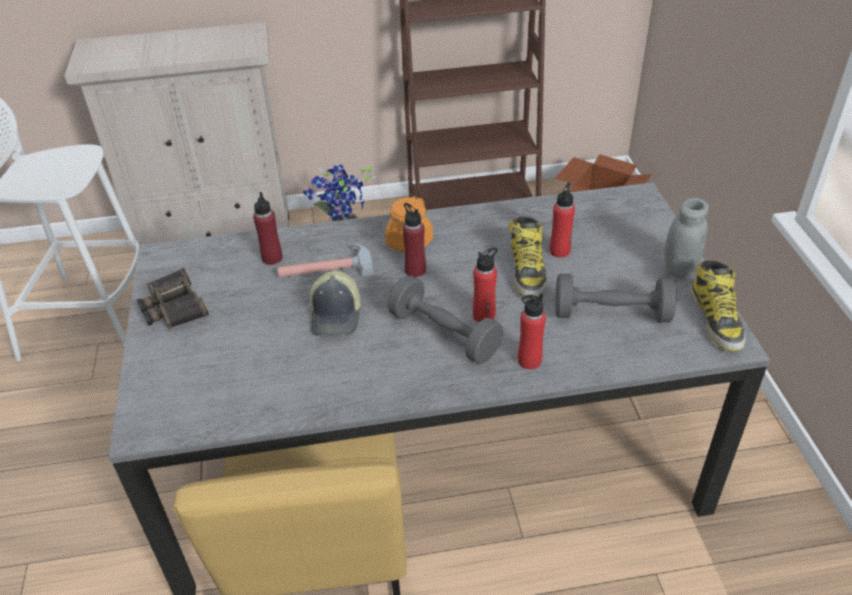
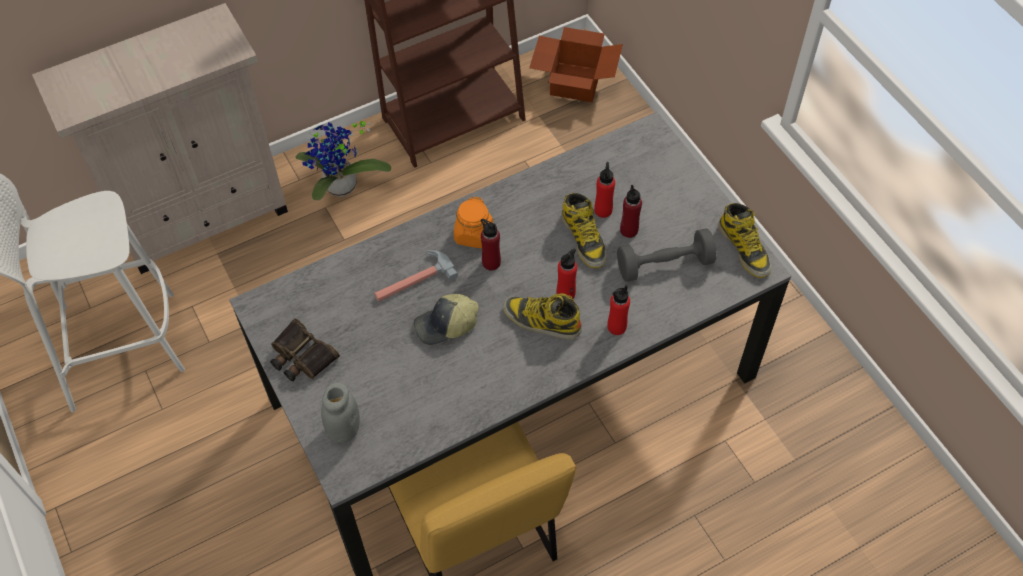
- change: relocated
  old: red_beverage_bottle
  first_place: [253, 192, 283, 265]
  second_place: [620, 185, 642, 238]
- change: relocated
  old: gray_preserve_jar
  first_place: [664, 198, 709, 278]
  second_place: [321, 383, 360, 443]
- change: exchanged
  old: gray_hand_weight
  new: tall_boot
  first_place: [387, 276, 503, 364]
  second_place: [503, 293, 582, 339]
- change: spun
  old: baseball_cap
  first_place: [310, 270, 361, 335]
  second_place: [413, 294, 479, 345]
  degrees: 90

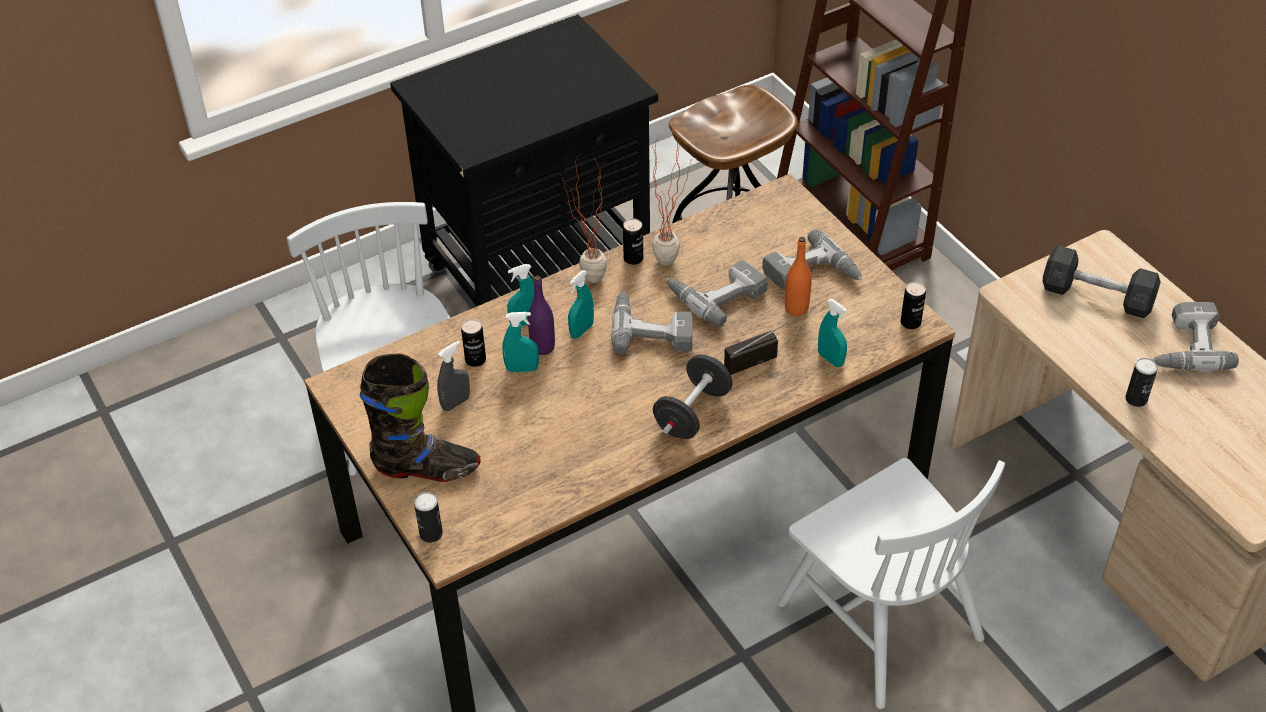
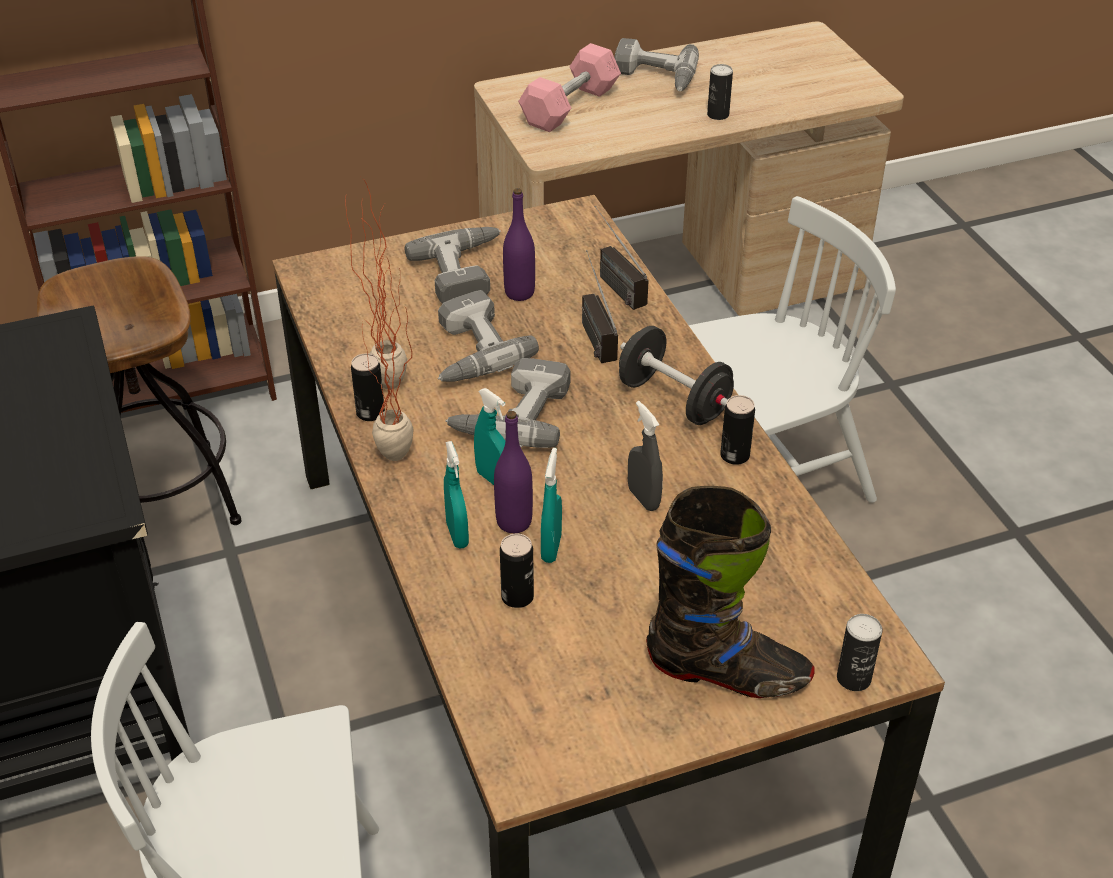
- change: relocated
  old: gray_hand_sprayer
  first_place: [437, 341, 470, 411]
  second_place: [628, 401, 663, 511]
- change: relocated
  old: metal_can
  first_place: [900, 282, 926, 329]
  second_place: [720, 395, 755, 465]
- change: exchanged
  old: turquoise_hand_sprayer
  new: radio_set
  first_place: [818, 299, 848, 367]
  second_place: [595, 206, 649, 310]
- change: colour
  old: orangey_beverage_bottle
  new: purple_beverage_bottle
  first_place: [785, 237, 812, 316]
  second_place: [503, 188, 535, 301]
- change: colour
  old: gray_hand_weight
  new: pink_hand_weight
  first_place: [1043, 245, 1161, 318]
  second_place: [518, 43, 621, 132]
- change: spun
  old: black_tall_boot
  first_place: [360, 354, 480, 482]
  second_place: [646, 486, 814, 698]
  degrees: 90

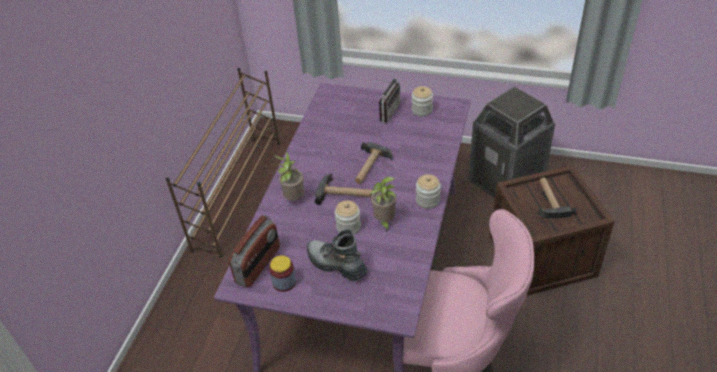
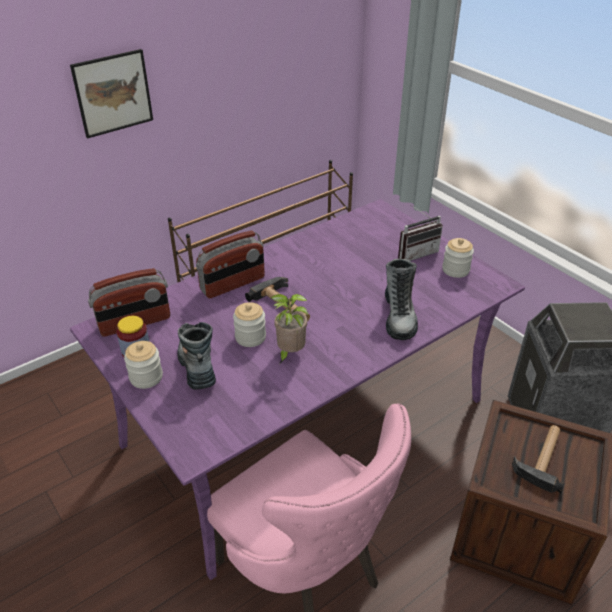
- change: missing
  old: hammer
  first_place: [355, 142, 392, 184]
- change: appeared
  new: wall_picture
  second_place: [70, 49, 153, 138]
- change: appeared
  new: tall_boot
  second_place: [385, 259, 418, 340]
- change: relocated
  old: preserve_jar
  first_place: [416, 174, 441, 209]
  second_place: [124, 341, 163, 389]
- change: exchanged
  old: plant_in_a_pot
  new: radio_set
  first_place: [274, 151, 304, 201]
  second_place: [196, 230, 265, 298]

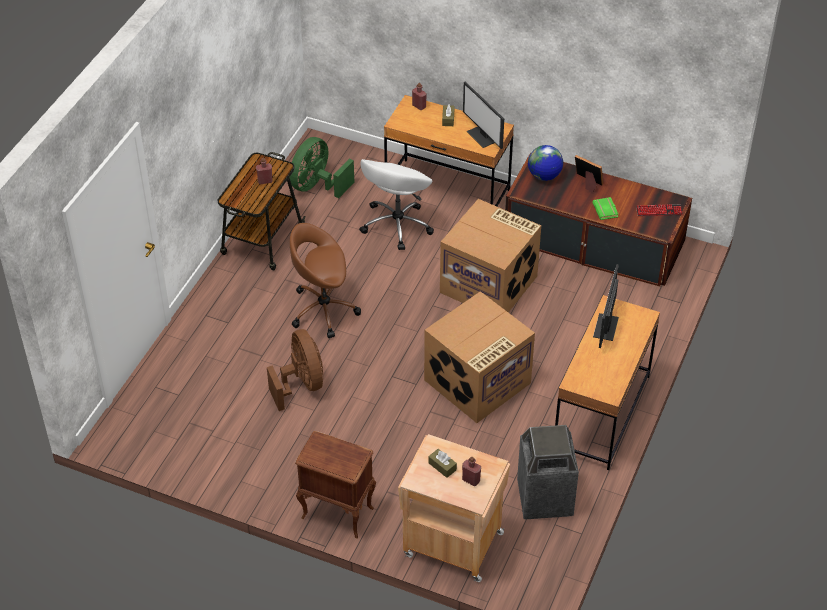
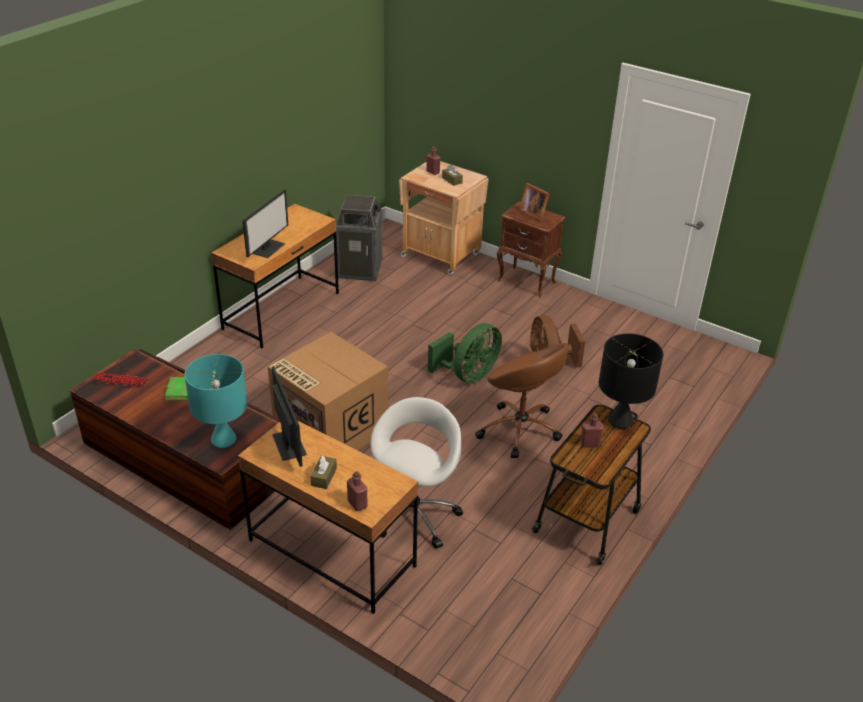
- change: missing
  old: cardboard_box
  first_place: [424, 291, 535, 423]
- change: appeared
  new: black_tabletop_lamp
  second_place: [599, 333, 663, 429]
- change: relocated
  old: greenish_electric_fan
  first_place: [289, 137, 354, 198]
  second_place: [428, 323, 502, 383]
- change: relocated
  old: standing_frame
  first_place: [575, 155, 603, 193]
  second_place: [519, 183, 549, 221]
- change: exchanged
  old: world_globe
  new: turquoise_tabletop_lamp
  first_place: [528, 145, 563, 181]
  second_place: [184, 354, 247, 448]
- change: spun
  old: brown-coloured_computer_chair
  first_place: [290, 223, 361, 338]
  second_place: [475, 343, 568, 458]
  degrees: 45

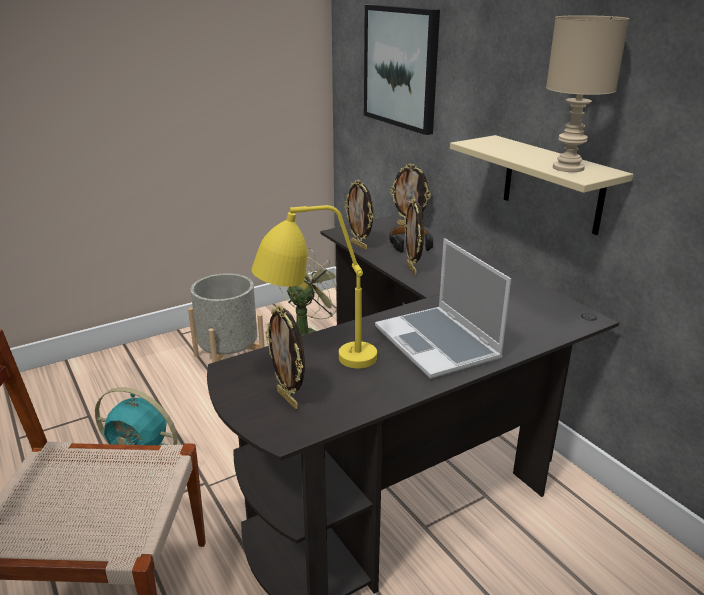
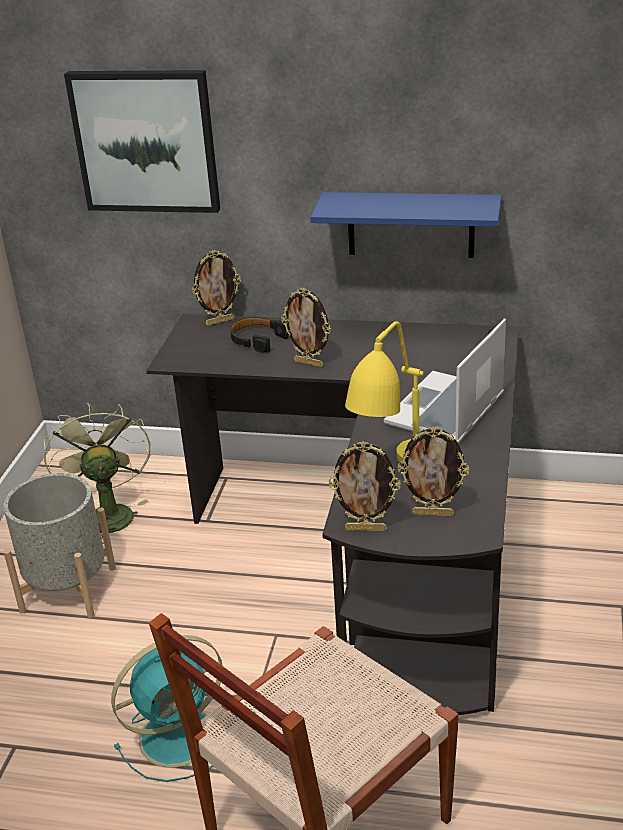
- change: missing
  old: beige-coloured_tabletop_lamp
  first_place: [546, 15, 629, 172]
- change: relocated
  old: standing_frame
  first_place: [344, 179, 373, 250]
  second_place: [329, 441, 401, 531]
- change: colour
  old: beige-coloured_wall_shelf
  new: bluish_wall_shelf
  first_place: [450, 135, 633, 235]
  second_place: [311, 192, 501, 258]
- change: spun
  old: notebook_computer
  first_place: [375, 238, 511, 379]
  second_place: [384, 318, 506, 443]
  degrees: 105

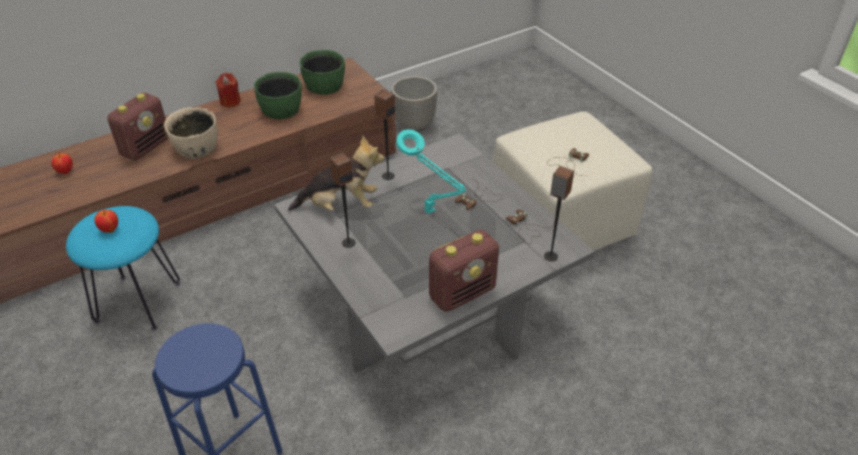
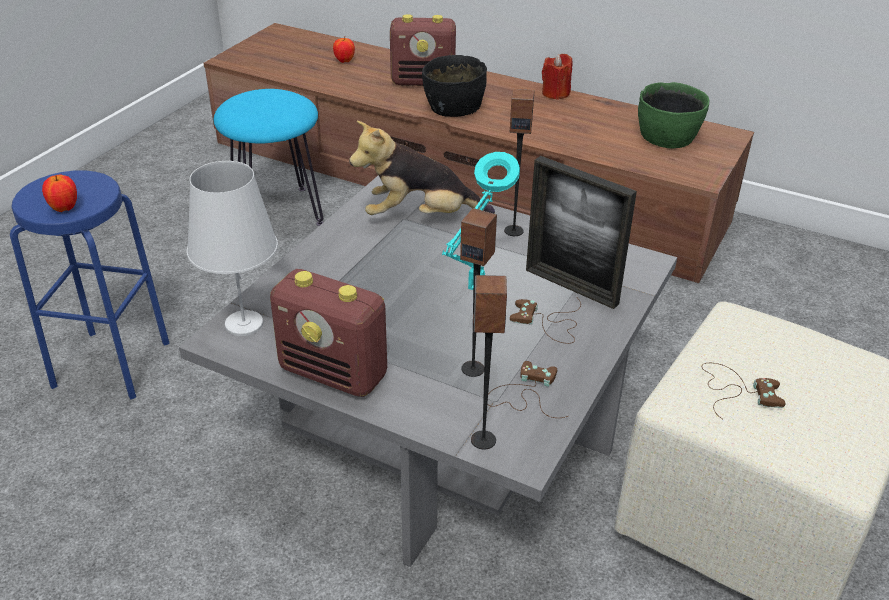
- change: missing
  old: greenish_deep_dish
  first_place: [254, 72, 302, 119]
- change: missing
  old: plant_pot
  first_place: [391, 76, 438, 132]
- change: appeared
  new: whitish_tabletop_lamp
  second_place: [187, 161, 278, 336]
- change: appeared
  new: standing_frame
  second_place: [526, 156, 637, 309]
- change: relocated
  old: whole_apple
  first_place: [94, 210, 118, 233]
  second_place: [42, 175, 77, 212]
- change: relocated
  old: audio_speaker
  first_place: [330, 152, 356, 248]
  second_place: [460, 208, 497, 377]
- change: colour
  old: beige-coloured_deep_dish
  new: black_deep_dish
  first_place: [164, 107, 218, 159]
  second_place: [422, 55, 487, 117]
- change: spun
  old: soft_toy
  first_place: [288, 135, 384, 211]
  second_place: [349, 121, 495, 215]
  degrees: 120

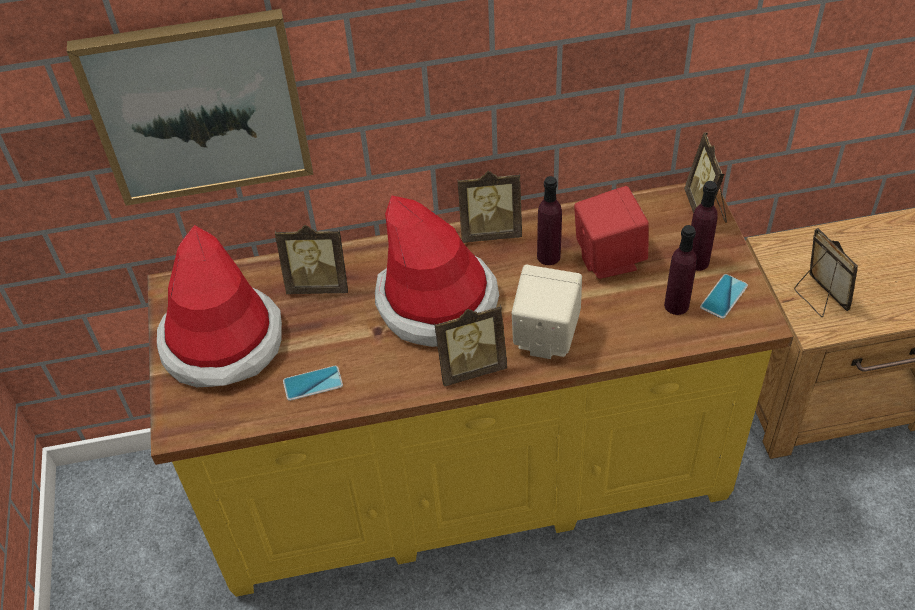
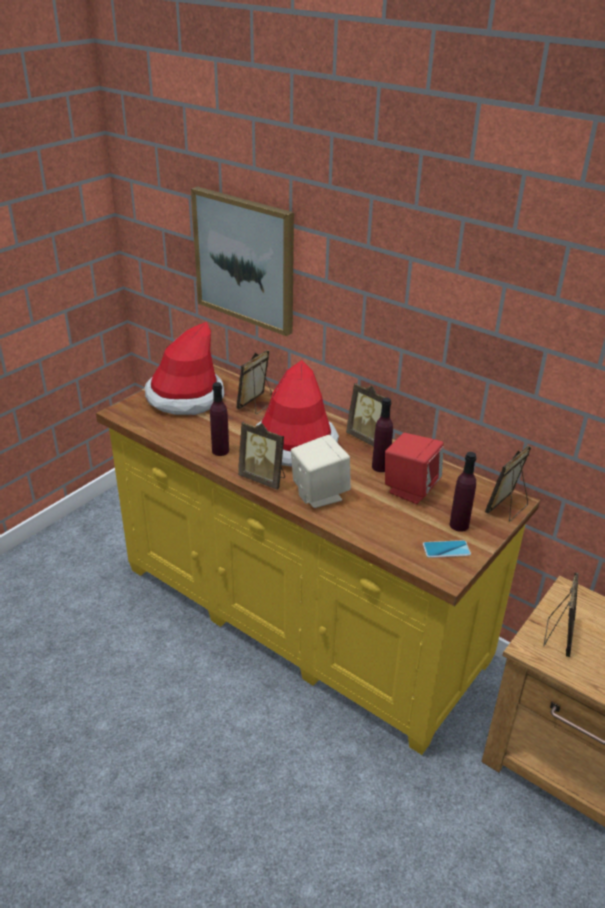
- change: missing
  old: phone
  first_place: [283, 366, 343, 401]
- change: relocated
  old: purple_beverage_bottle
  first_place: [664, 225, 697, 315]
  second_place: [210, 382, 229, 456]
- change: spun
  old: standing_frame
  first_place: [275, 225, 348, 294]
  second_place: [236, 350, 272, 414]
  degrees: 75

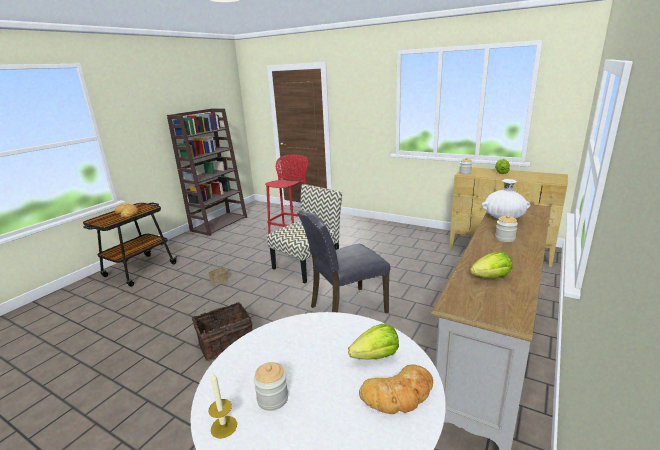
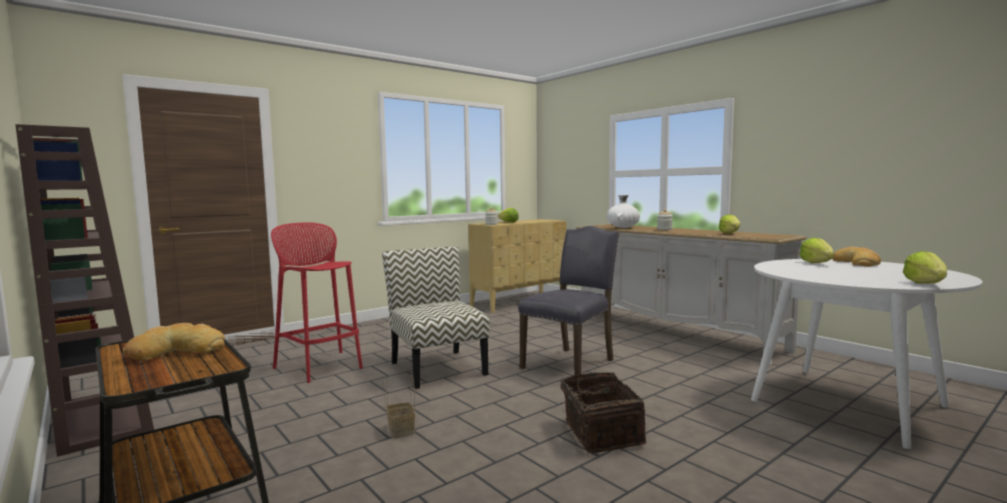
- change: missing
  old: preserve_jar
  first_place: [254, 362, 288, 411]
- change: exchanged
  old: wax_light
  new: lettuce
  first_place: [208, 373, 237, 439]
  second_place: [903, 251, 947, 284]
- change: spun
  old: gray_plain_chair
  first_place: [297, 210, 390, 313]
  second_place: [518, 226, 619, 376]
  degrees: -135

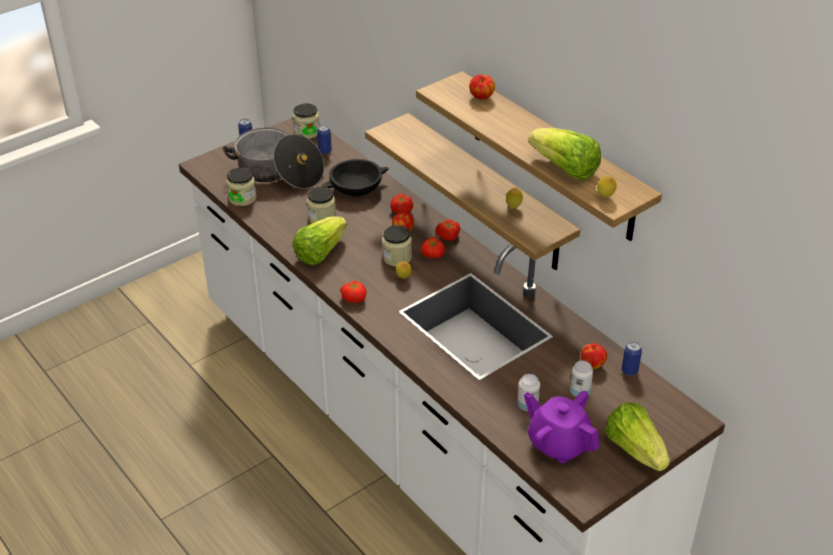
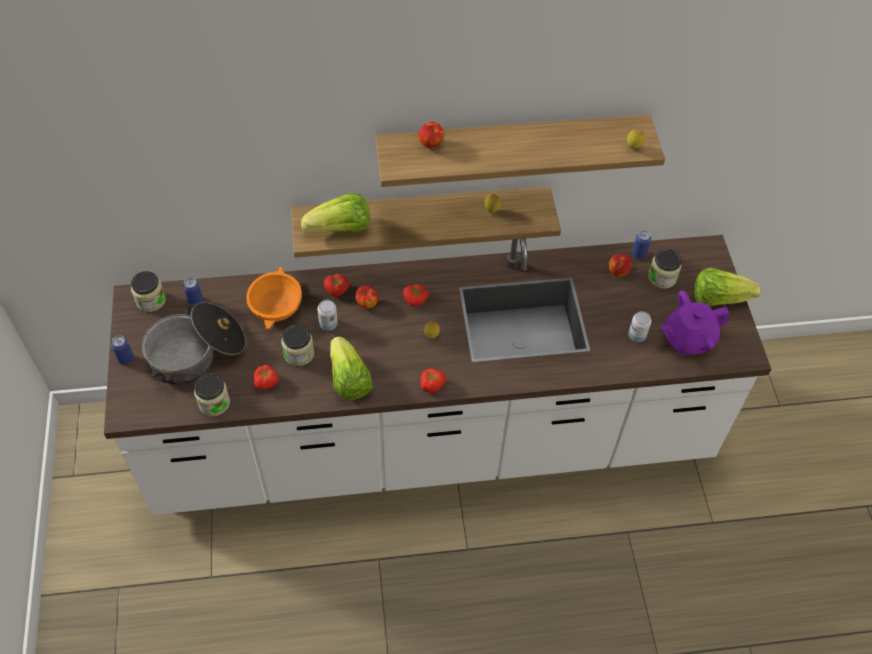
- change: relocated
  old: preserve_jar
  first_place: [382, 225, 412, 266]
  second_place: [648, 249, 682, 289]
- change: relocated
  old: whole_tomato
  first_place: [435, 219, 460, 240]
  second_place: [254, 364, 279, 390]
- change: relocated
  old: lettuce
  first_place: [528, 128, 601, 181]
  second_place: [301, 193, 370, 233]
- change: relocated
  old: metal_can
  first_place: [570, 361, 593, 397]
  second_place: [317, 300, 338, 331]
- change: colour
  old: black_deep_dish
  new: orangey_deep_dish
  first_place: [321, 159, 389, 197]
  second_place: [246, 266, 302, 330]

